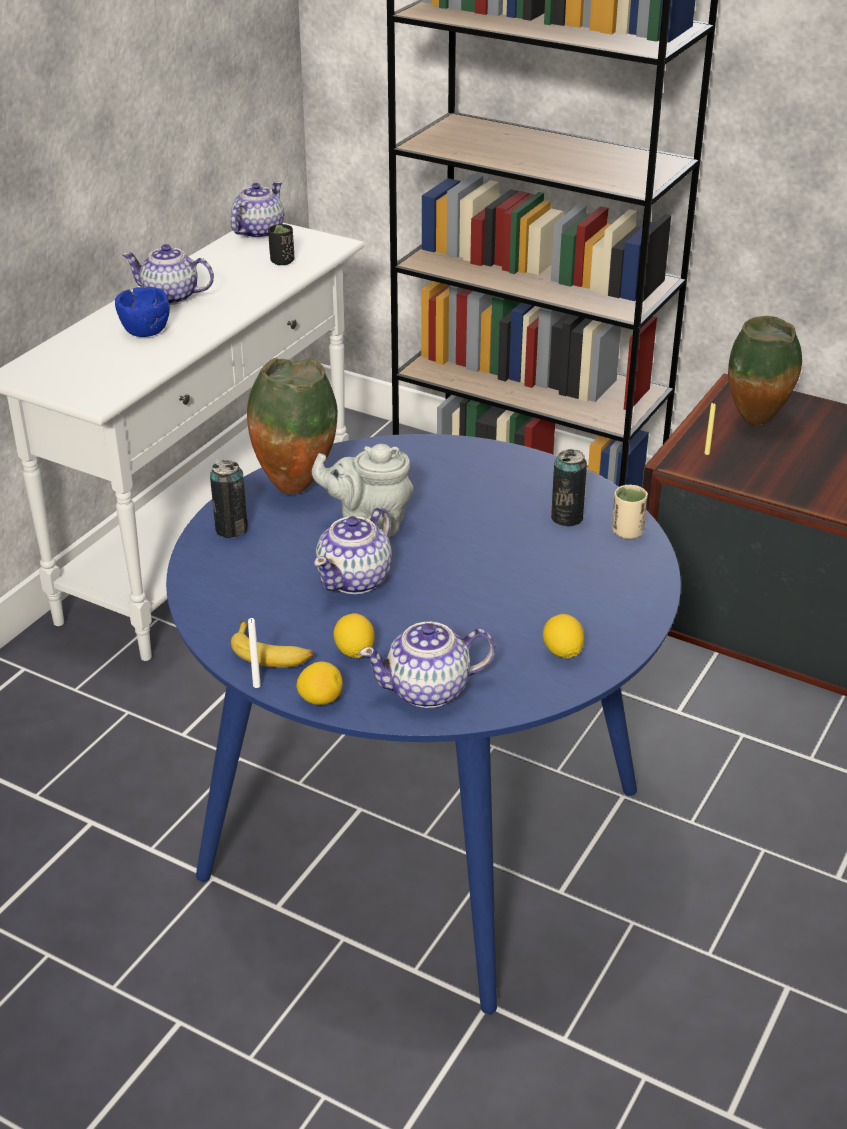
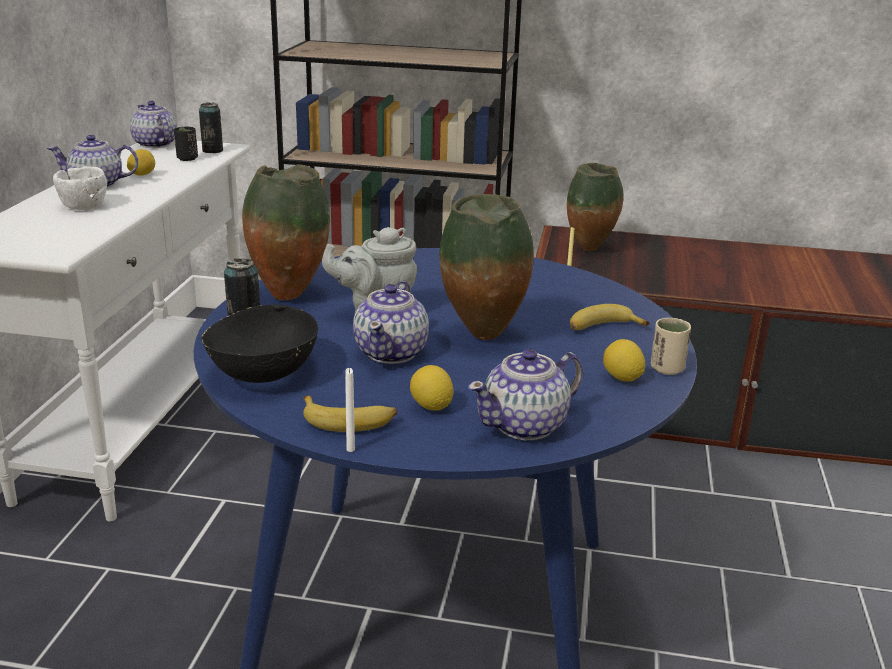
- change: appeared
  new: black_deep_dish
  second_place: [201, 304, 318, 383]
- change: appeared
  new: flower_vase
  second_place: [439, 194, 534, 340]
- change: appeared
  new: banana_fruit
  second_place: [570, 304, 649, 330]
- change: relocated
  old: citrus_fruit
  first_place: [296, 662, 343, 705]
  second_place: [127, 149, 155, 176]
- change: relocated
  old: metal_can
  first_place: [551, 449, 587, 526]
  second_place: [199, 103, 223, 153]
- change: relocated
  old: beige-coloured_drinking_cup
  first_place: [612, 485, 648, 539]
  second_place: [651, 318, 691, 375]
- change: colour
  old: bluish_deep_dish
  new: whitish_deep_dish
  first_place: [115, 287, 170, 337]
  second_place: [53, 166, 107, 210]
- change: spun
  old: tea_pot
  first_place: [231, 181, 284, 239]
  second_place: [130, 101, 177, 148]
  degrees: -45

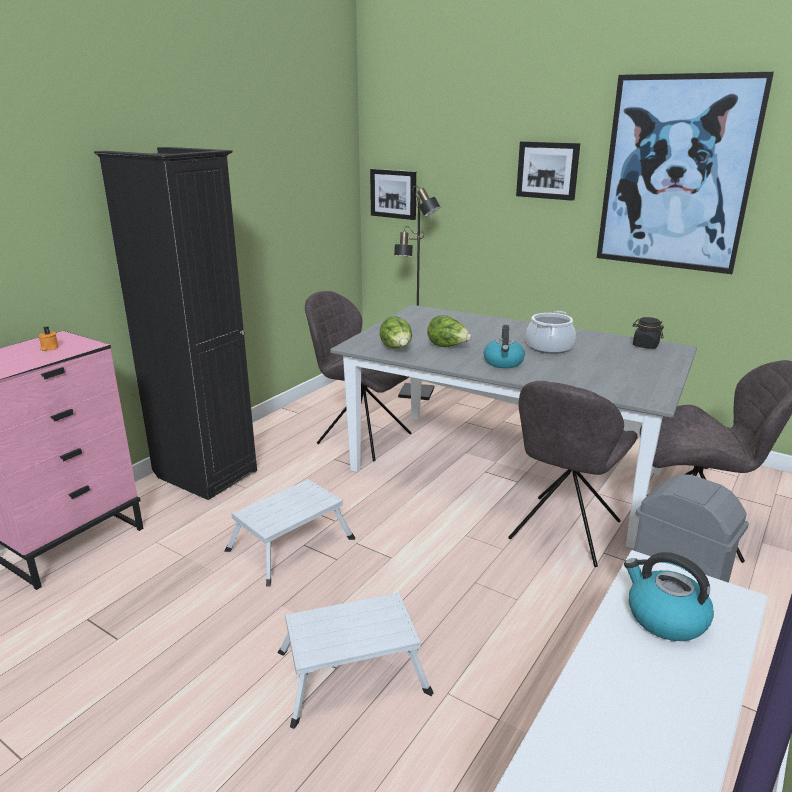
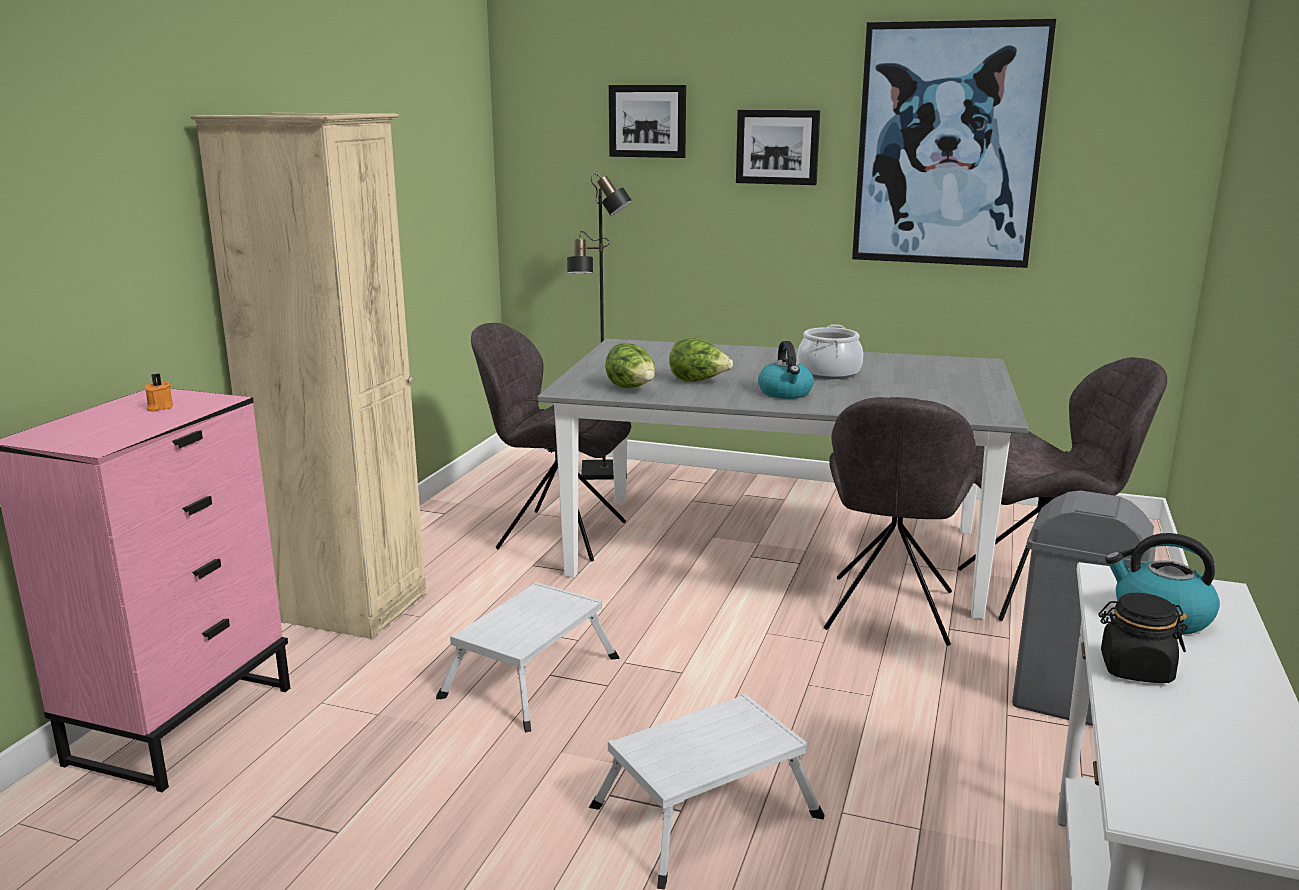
- change: relocated
  old: wall_picture
  first_place: [370, 169, 416, 220]
  second_place: [609, 85, 686, 158]
- change: relocated
  old: black_preserve_jar
  first_place: [632, 317, 664, 349]
  second_place: [1098, 593, 1187, 683]
- change: colour
  old: black_storage_cabinet
  new: beige-coloured_storage_cabinet
  first_place: [94, 147, 257, 500]
  second_place: [190, 113, 426, 639]

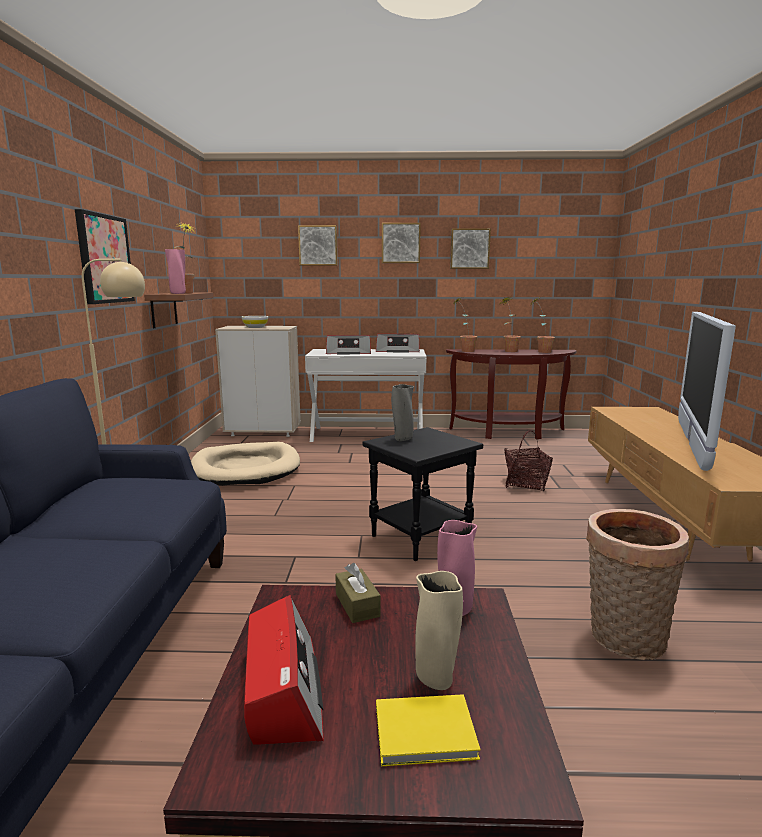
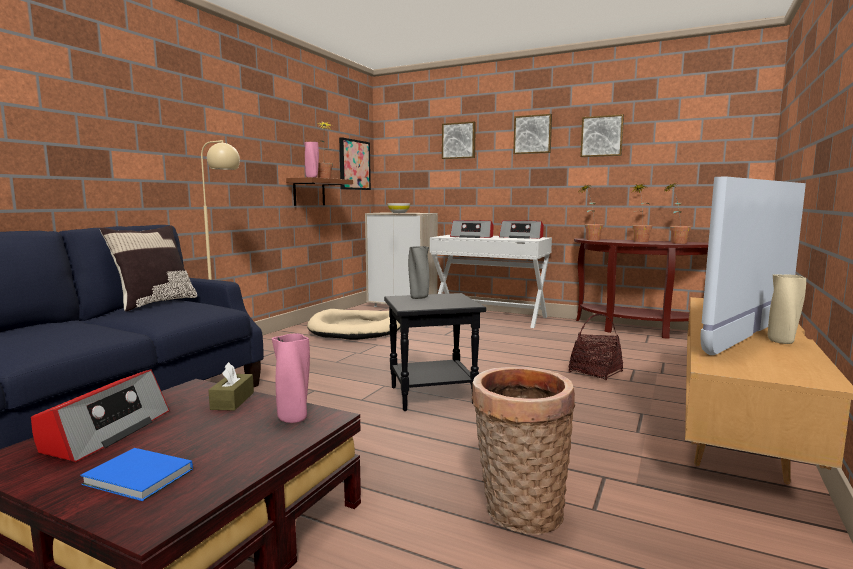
- change: appeared
  new: pillow
  second_place: [100, 226, 197, 311]
- change: relocated
  old: wall_picture
  first_place: [75, 209, 135, 304]
  second_place: [339, 137, 371, 190]
- change: relocated
  old: beige-coloured_flower_vase
  first_place: [415, 571, 463, 690]
  second_place: [768, 274, 806, 344]
- change: colour
  old: yellowish_bound_book
  new: bluish_bound_book
  first_place: [376, 694, 480, 766]
  second_place: [80, 448, 193, 501]

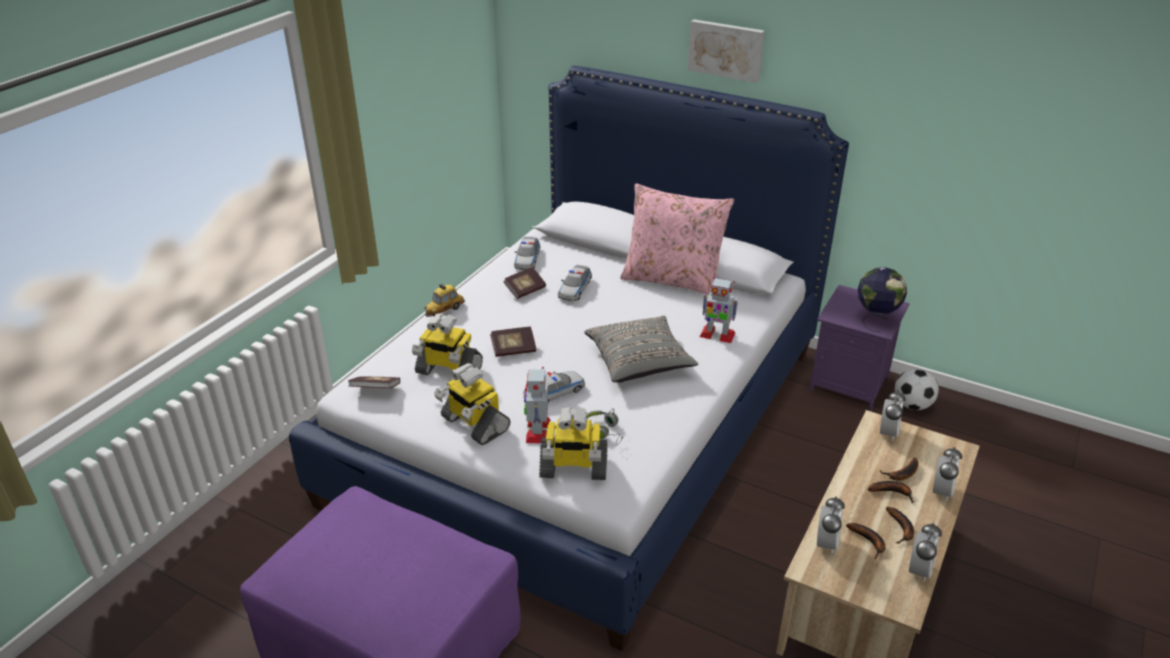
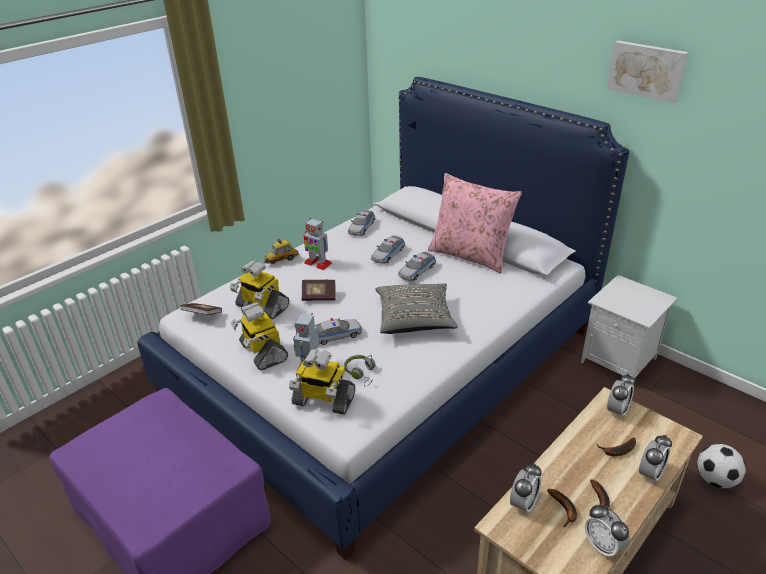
- change: missing
  old: bound_book
  first_place: [503, 267, 546, 299]
- change: missing
  old: world_globe
  first_place: [858, 267, 907, 332]
- change: missing
  old: banana_fruit
  first_place: [868, 481, 915, 503]
- change: appeared
  new: miniature_car
  second_place: [398, 251, 436, 281]
- change: relocated
  old: wall_picture
  first_place: [688, 19, 765, 83]
  second_place: [607, 41, 689, 103]
- change: relocated
  old: toy_robot
  first_place: [700, 277, 738, 343]
  second_place: [304, 218, 332, 270]
- change: relocated
  old: football_ball
  first_place: [895, 369, 939, 410]
  second_place: [697, 444, 746, 488]
- change: colour
  old: purple_nightstand
  new: gray_nightstand
  first_place: [809, 285, 910, 411]
  second_place: [581, 275, 677, 385]
- change: spun
  old: table_clock
  first_place: [909, 522, 942, 582]
  second_place: [585, 504, 630, 559]
  degrees: 105

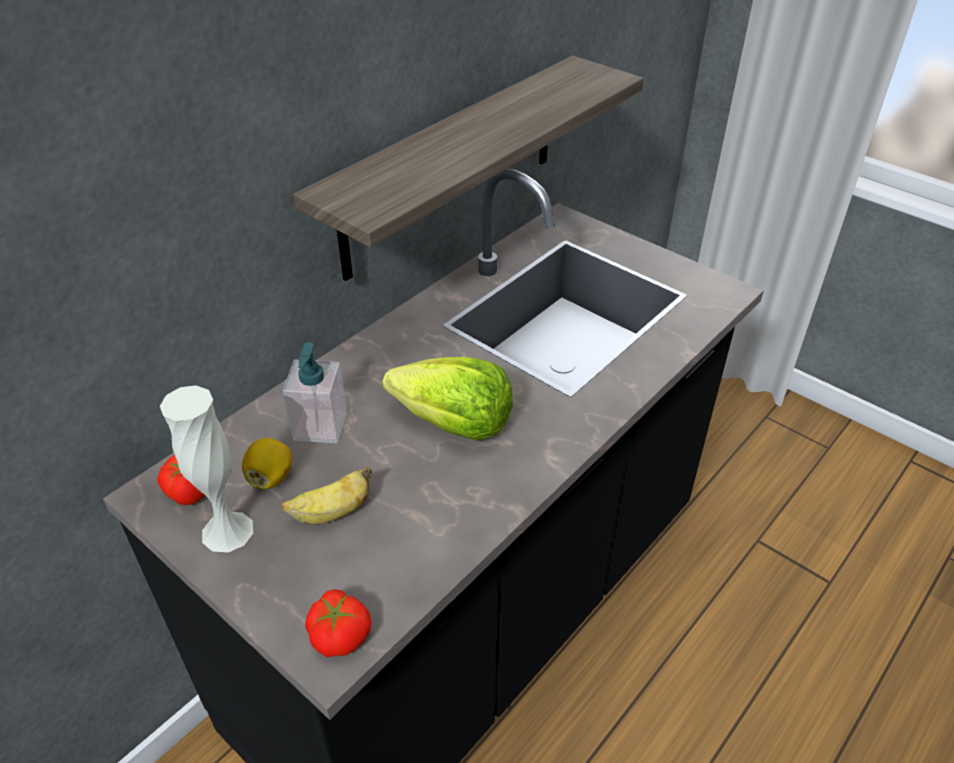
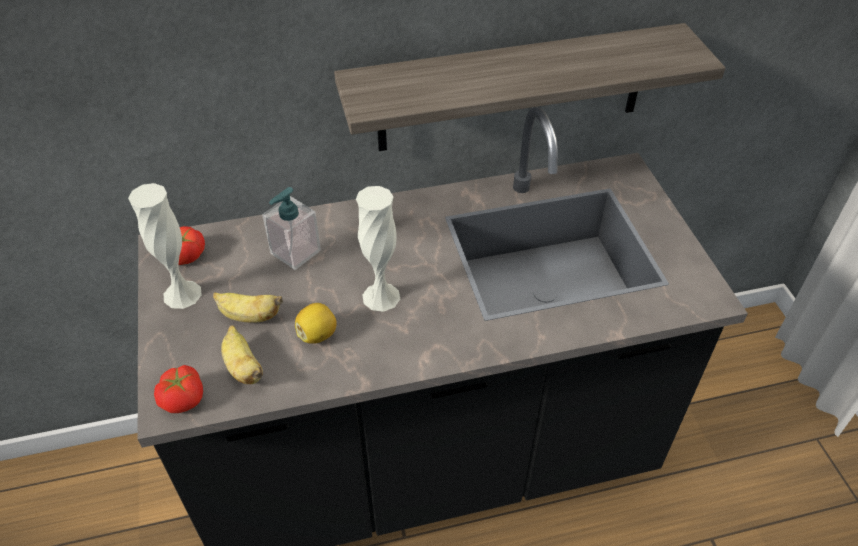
- change: appeared
  new: banana_fruit
  second_place: [221, 325, 263, 384]
- change: relocated
  old: citrus_fruit
  first_place: [242, 438, 292, 489]
  second_place: [295, 303, 337, 344]
- change: exchanged
  old: lettuce
  new: whitish_flower_vase
  first_place: [382, 357, 513, 441]
  second_place: [356, 186, 400, 312]

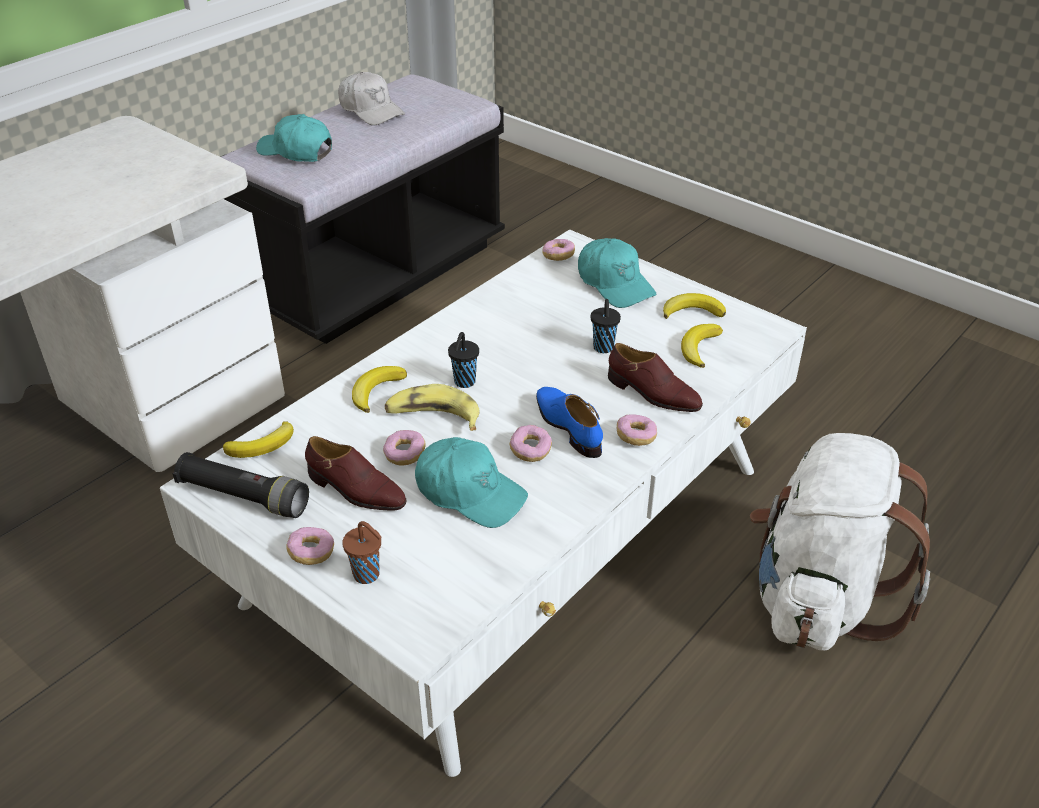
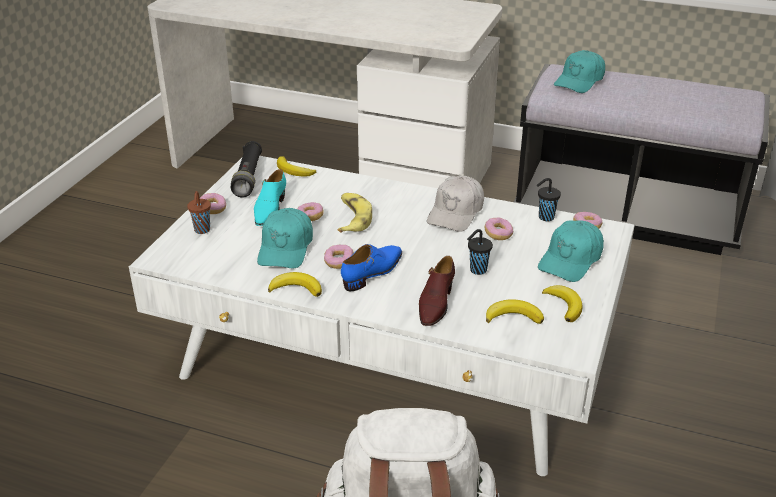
- change: relocated
  old: whitish_baseball_cap
  first_place: [338, 72, 405, 125]
  second_place: [427, 176, 484, 232]
- change: relocated
  old: banana_fruit
  first_place: [352, 366, 407, 413]
  second_place: [268, 272, 322, 297]
- change: relocated
  old: black_drinking_cup
  first_place: [448, 332, 479, 388]
  second_place: [537, 178, 561, 221]
- change: relocated
  old: donut
  first_place: [617, 414, 657, 446]
  second_place: [485, 217, 513, 240]
- change: colour
  old: brown-coloured_item_of_footwear
  new: turquoise_item_of_footwear
  first_place: [305, 436, 406, 511]
  second_place: [254, 169, 286, 226]
- change: spun
  old: turquoise_baseball_cap
  first_place: [256, 114, 332, 162]
  second_place: [554, 50, 605, 93]
  degrees: -150

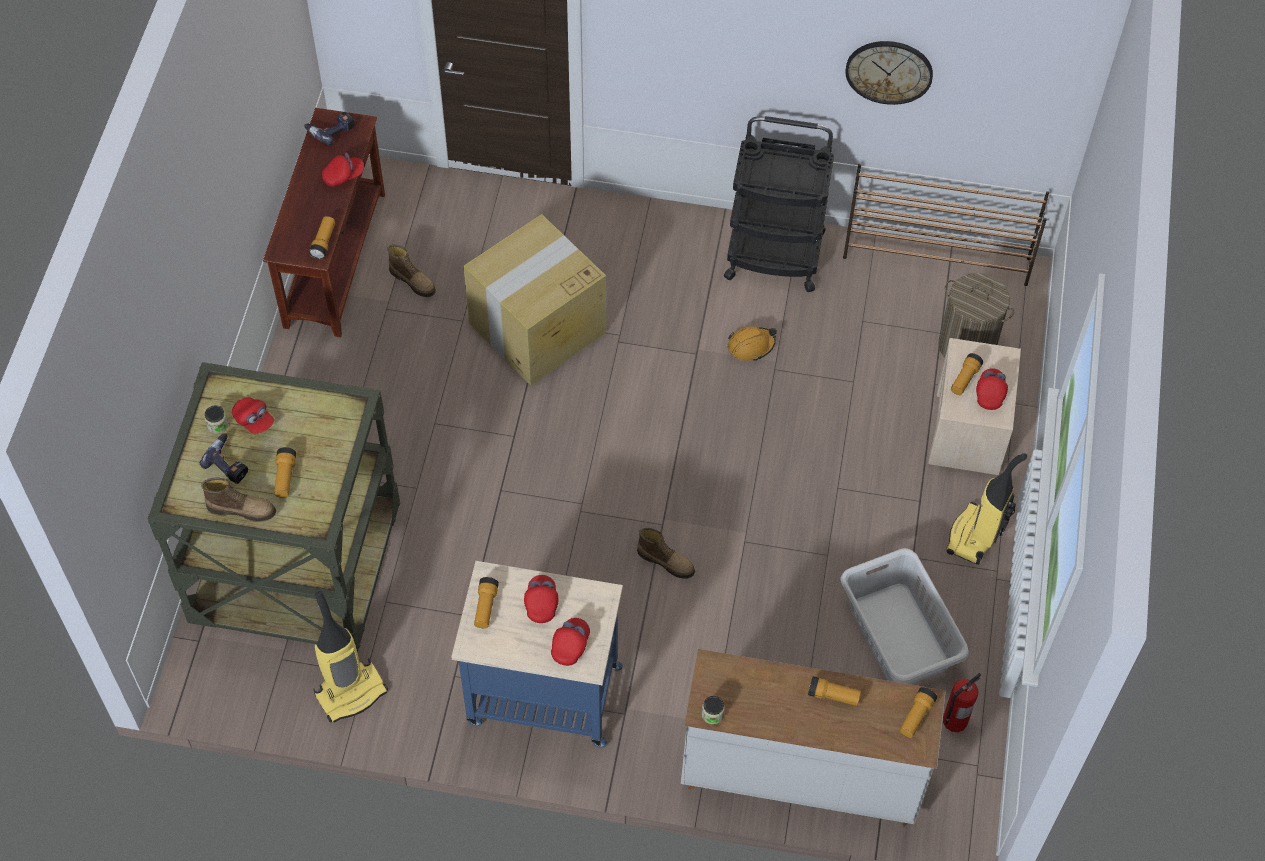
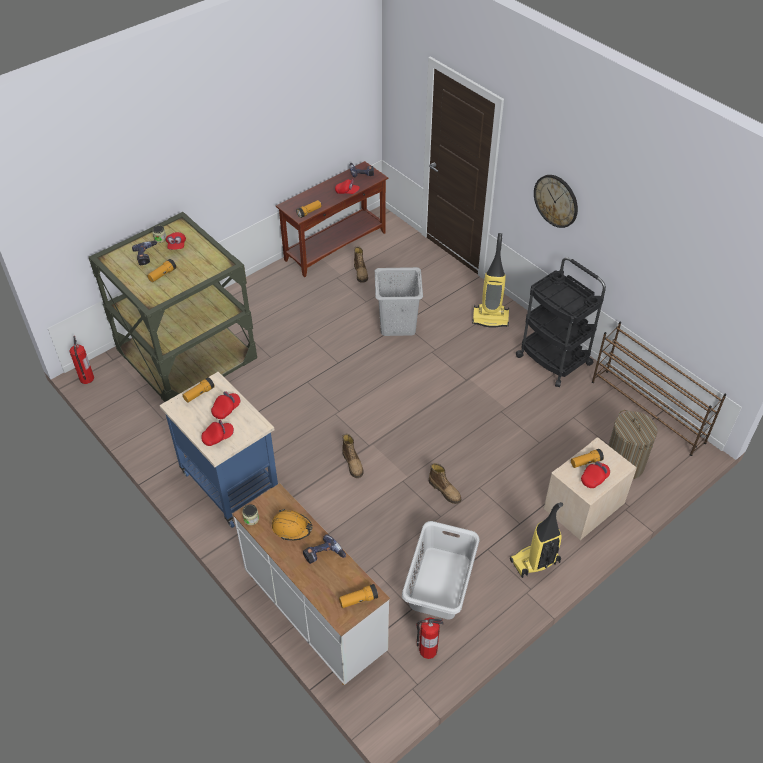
- change: appeared
  new: fire_extinguisher
  second_place: [69, 336, 94, 384]
- change: relocated
  old: tall_boot
  first_place: [201, 477, 276, 522]
  second_place: [429, 463, 462, 504]
- change: relocated
  old: vacuum_cleaner
  first_place: [313, 591, 388, 723]
  second_place: [472, 233, 509, 327]
- change: relocated
  old: orangey_safety_helmet
  first_place: [728, 326, 777, 361]
  second_place: [272, 509, 313, 541]
- change: relocated
  old: wall_clock
  first_place: [845, 41, 933, 105]
  second_place: [534, 175, 578, 228]
- change: exchanged
  old: cardboard_box
  new: gray_washing_basket
  first_place: [463, 214, 606, 386]
  second_place: [375, 267, 423, 336]
- change: exchanged
  old: flashlight
  new: drill
  first_place: [808, 676, 861, 706]
  second_place: [303, 534, 346, 564]

